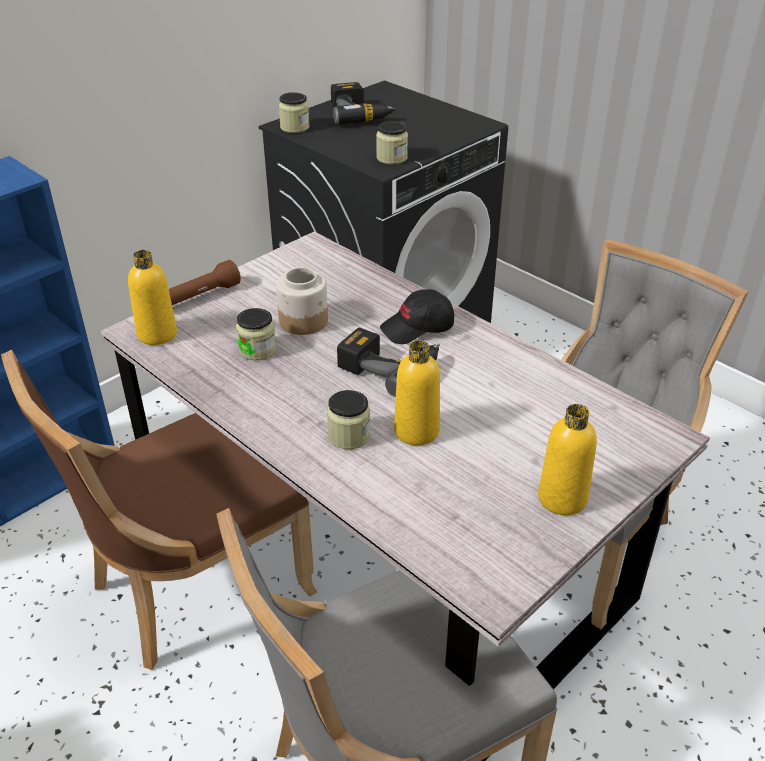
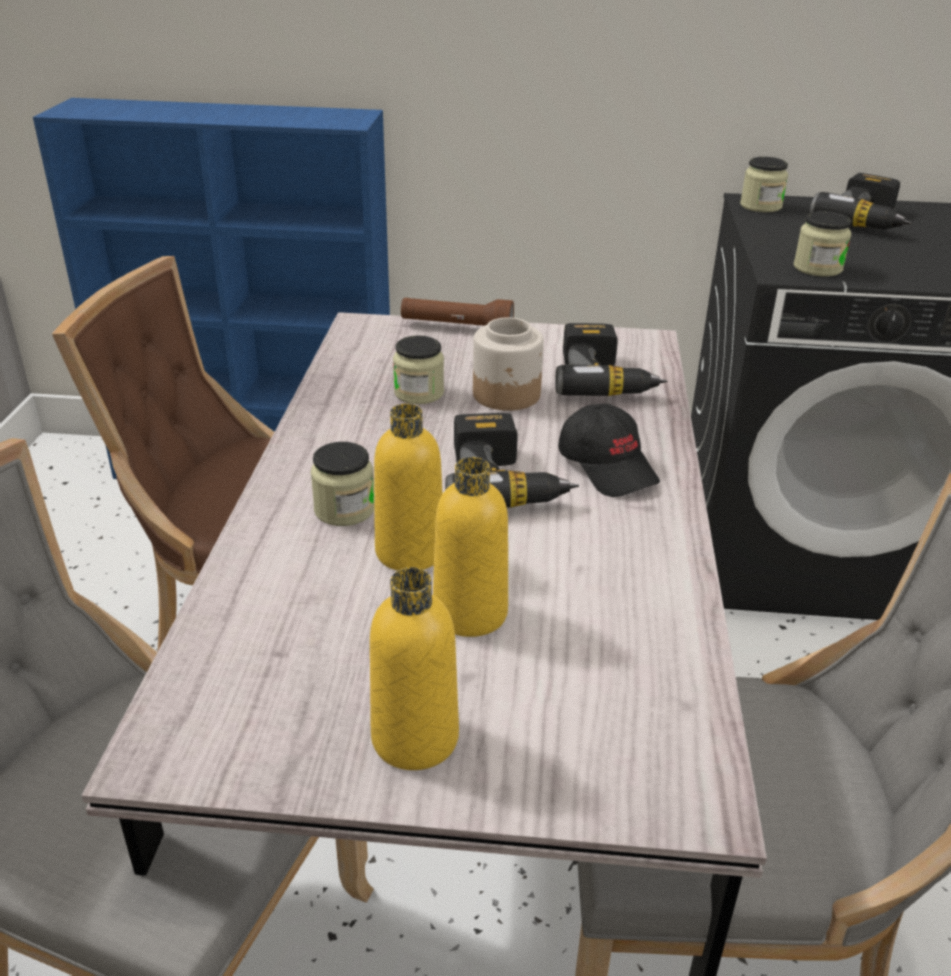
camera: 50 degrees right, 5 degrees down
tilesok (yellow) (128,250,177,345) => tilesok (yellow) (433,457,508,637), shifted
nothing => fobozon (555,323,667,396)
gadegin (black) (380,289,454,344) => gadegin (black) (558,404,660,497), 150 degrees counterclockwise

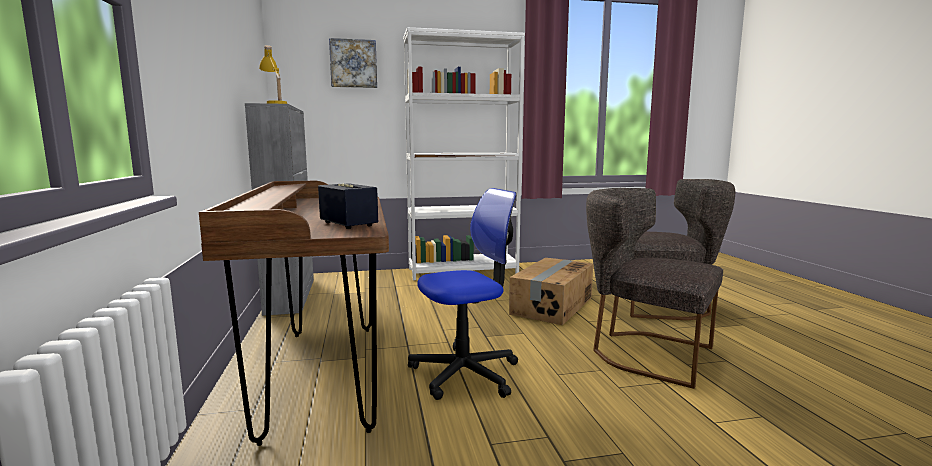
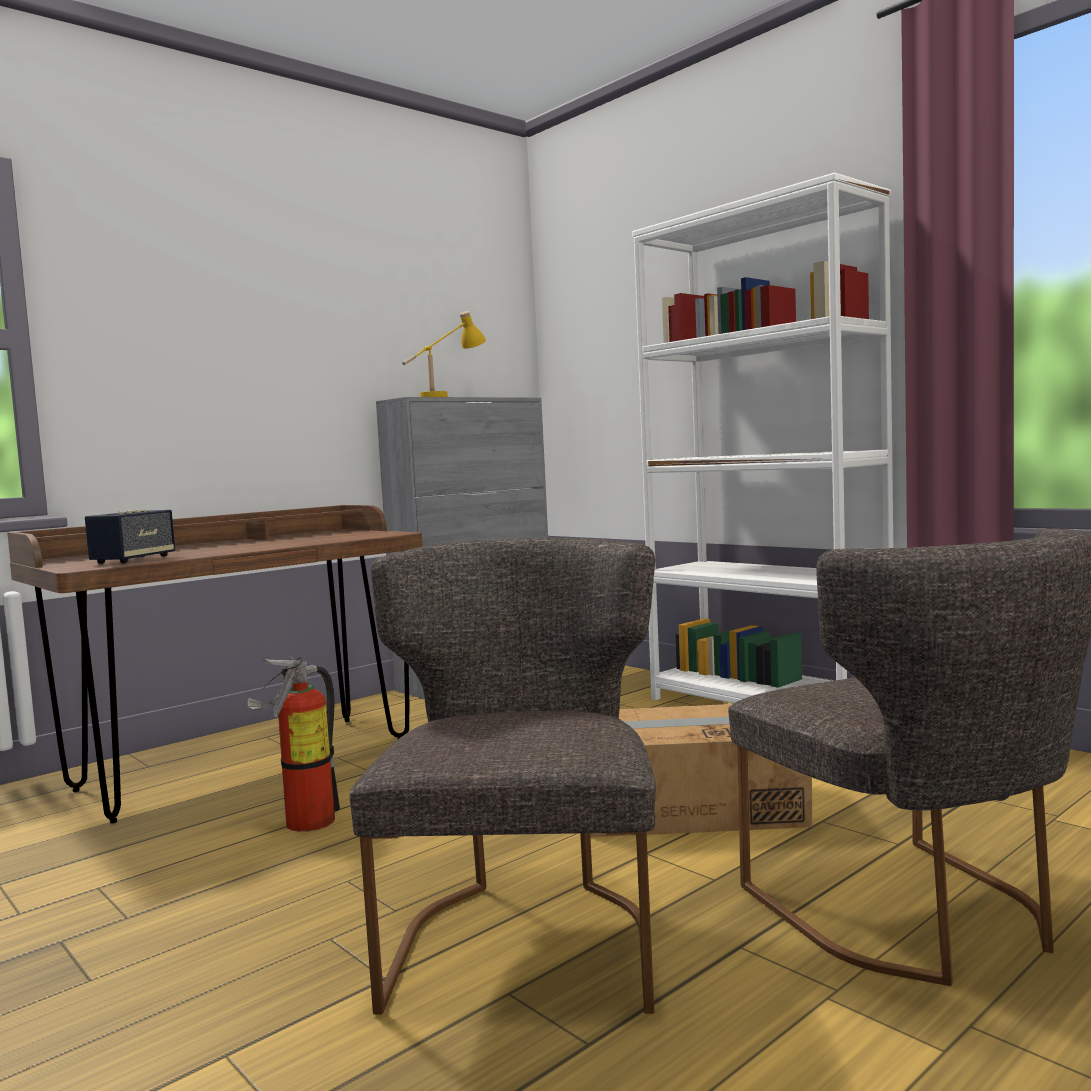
camera: 60 degrees right, 5 degrees down
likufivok (408,188,518,400) => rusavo (248,657,340,832)
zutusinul (329,38,377,88) => nothing

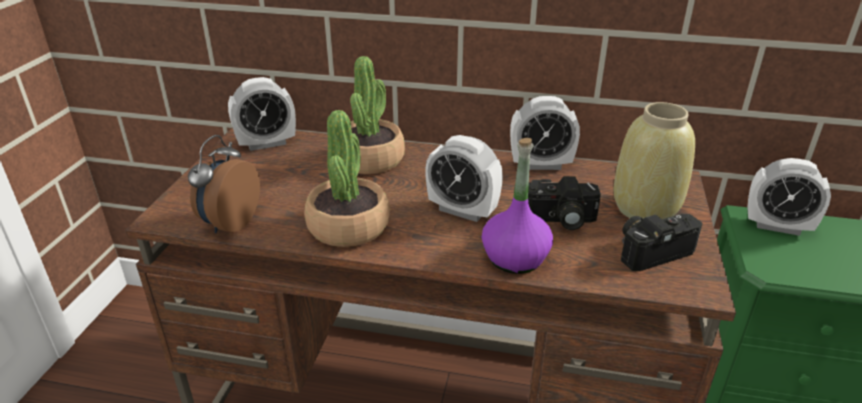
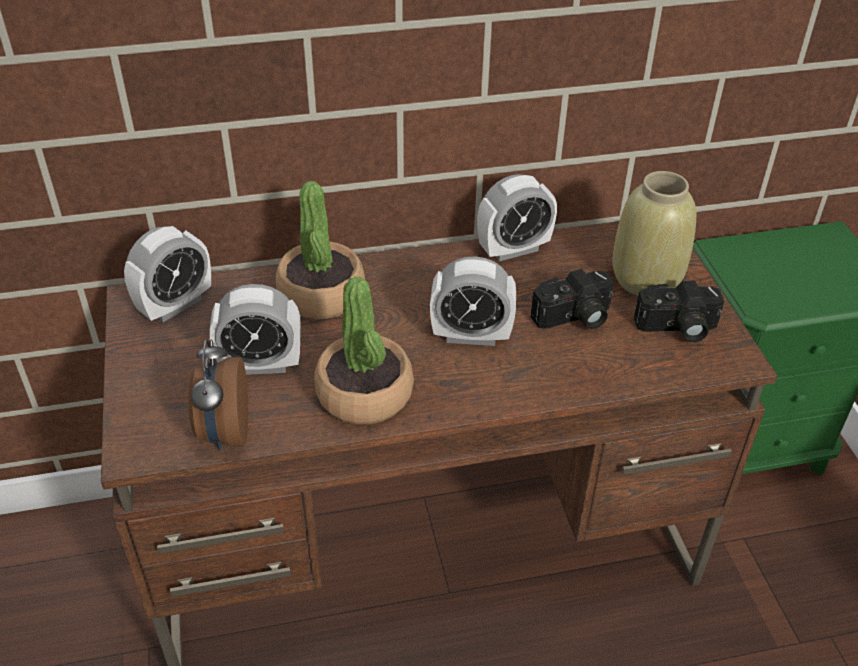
camera: 25 degrees left, 10 degrees up
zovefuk (747,158,831,236) => zovefuk (210,284,301,375), shifted
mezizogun (621,214,702,271) => mezizogun (634,281,724,342), 135 degrees counterclockwise
tilesok (purple) (482,138,553,274) => nothing

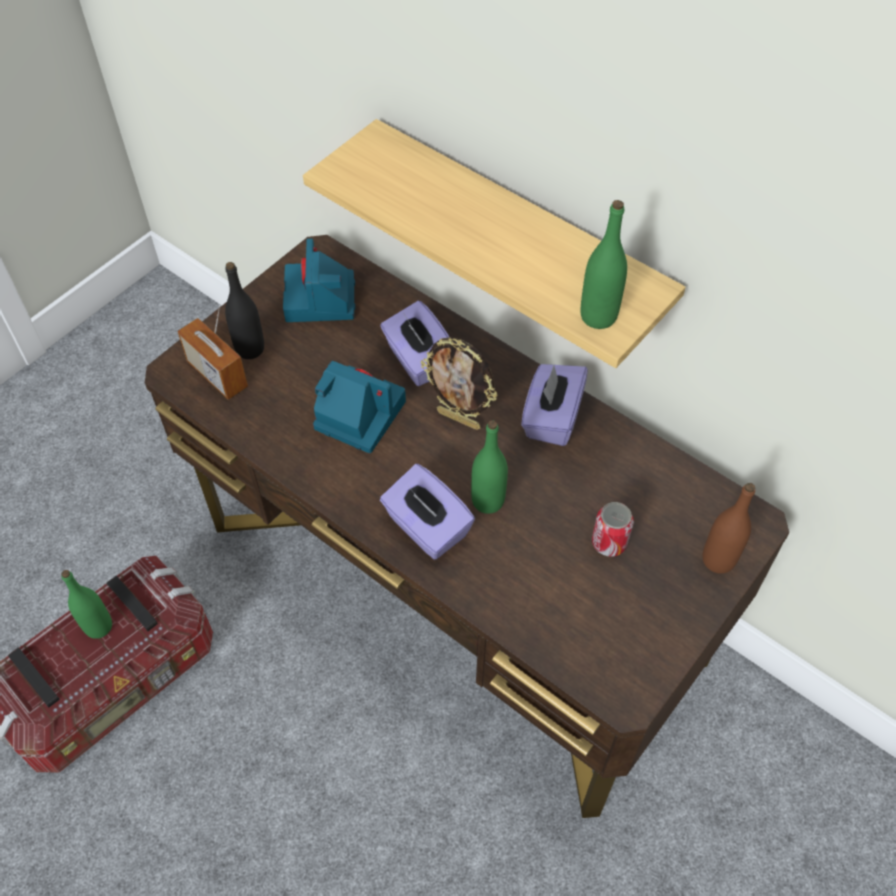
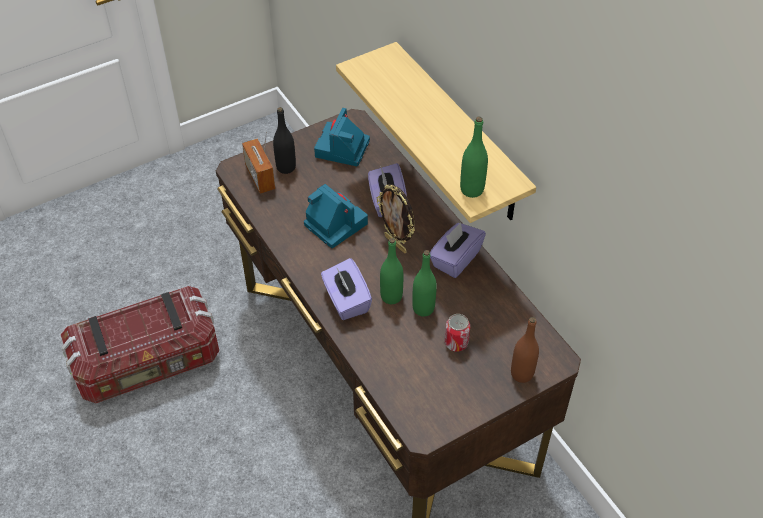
camera: 20 degrees right, 5 degrees down
tilesok (green) (61,570,112,639) => tilesok (green) (412,250,437,317), shifted

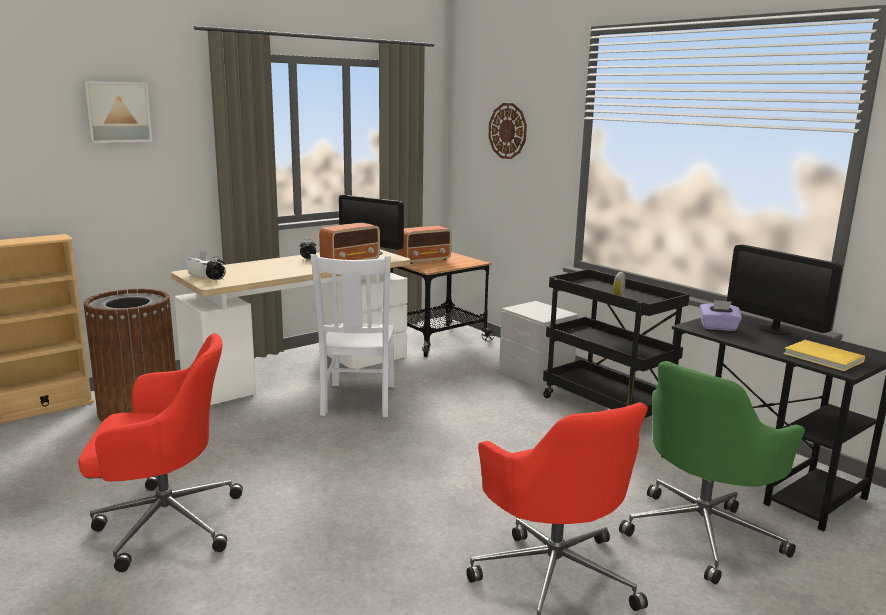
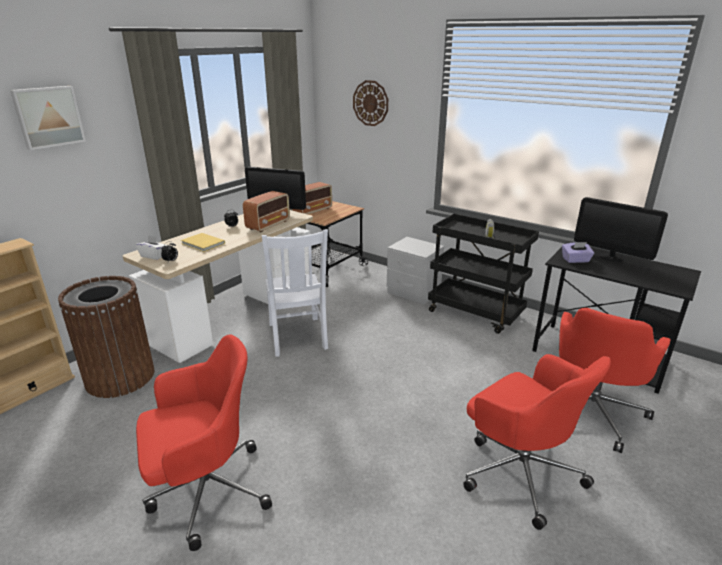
camera: 15 degrees left, 10 degrees up
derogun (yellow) (783,340,865,371) => derogun (yellow) (181,233,225,252), shifted
likufivok (green) (619,361,805,584) => likufivok (red) (559,308,671,453)

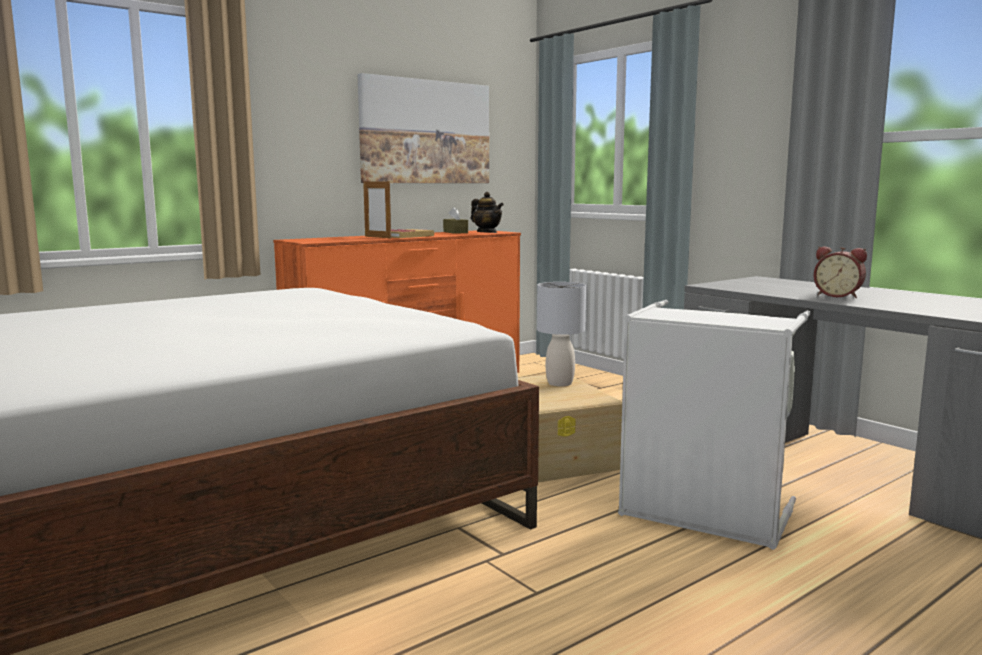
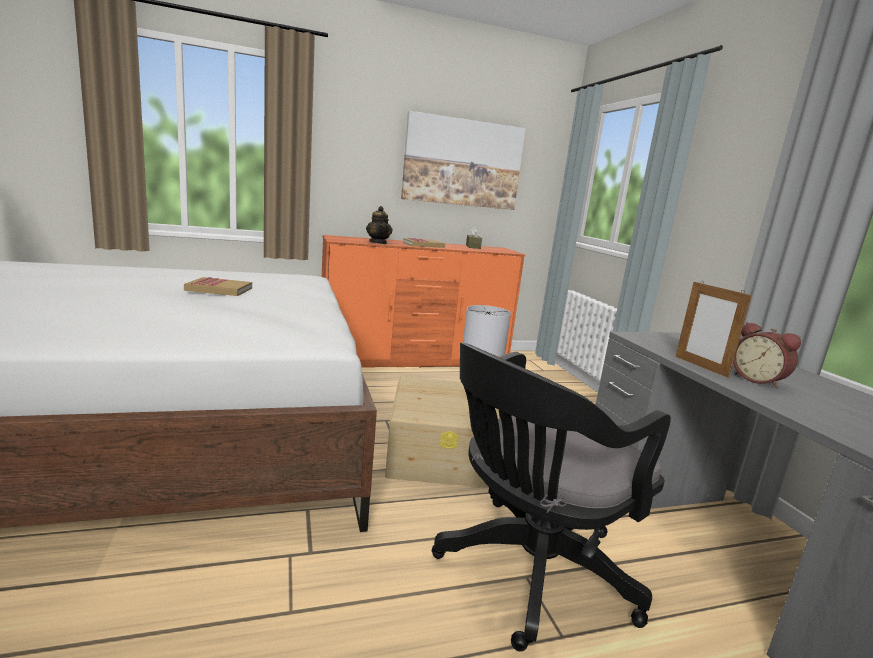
camera: 20 degrees right, 5 degrees up
nothing => derogun (184,277,252,296)
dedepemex (471,192,504,233) => dedepemex (366,206,393,244), shifted
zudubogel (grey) (618,300,811,550) => likufivok (black) (432,343,671,651)
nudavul (363,179,391,239) => nudavul (675,281,752,378), shifted

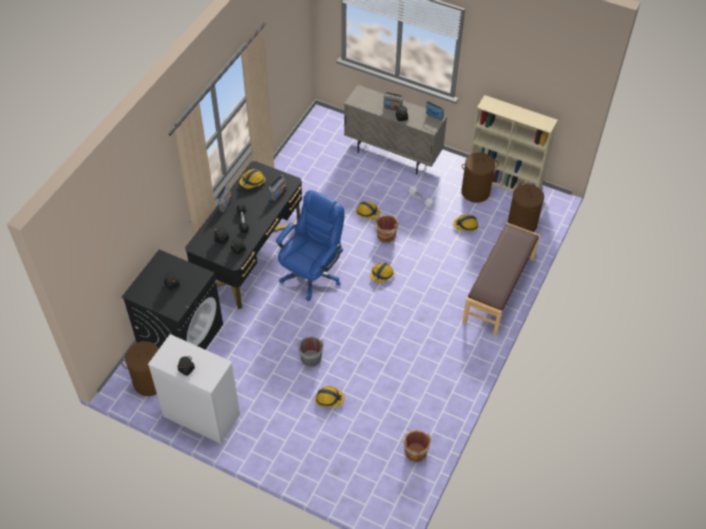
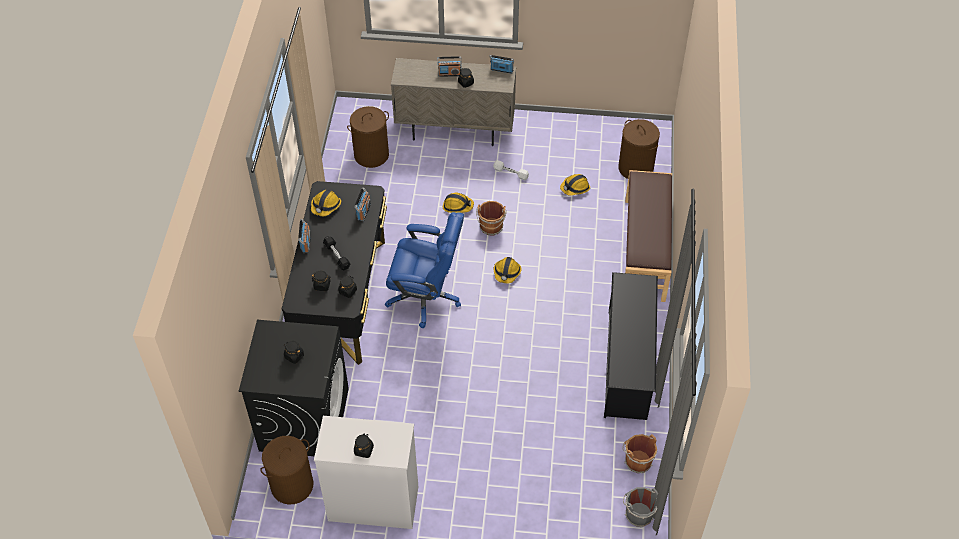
camera: 20 degrees left, 0 degrees up
zudubogel (brown) (461,152,498,203) => zudubogel (brown) (347,106,389,168), shifted
likufivok (blue) (276,190,344,301) => likufivok (blue) (385,212,464,328), 90 degrees clockwise
nothing => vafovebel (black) (604,272,658,420)
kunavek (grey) (297,337,324,367) => kunavek (grey) (623,487,658,527), shifted
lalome (315,386,345,408) => nothing
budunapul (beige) (470,95,558,192) => nothing

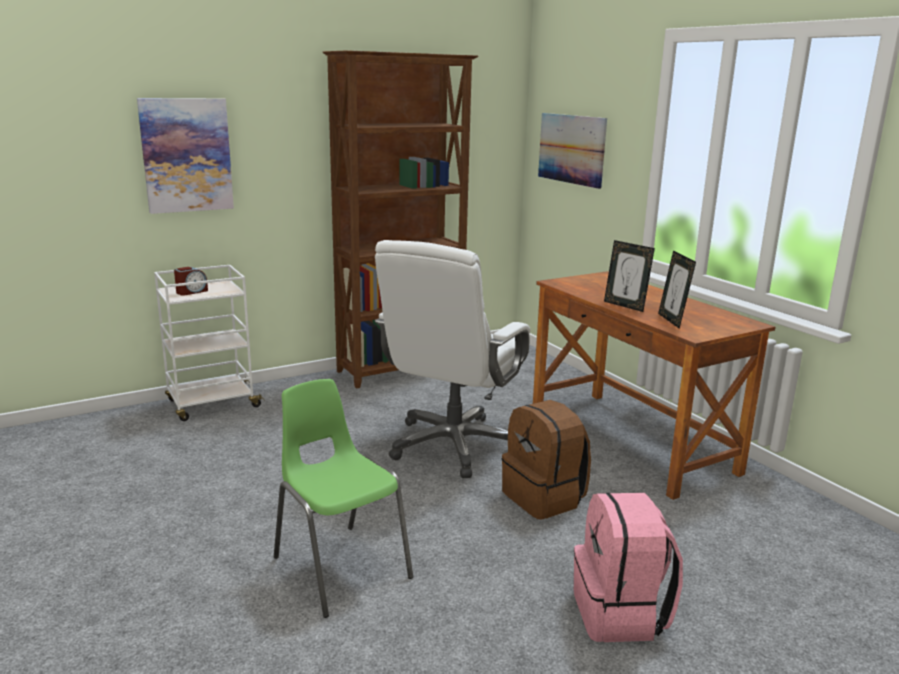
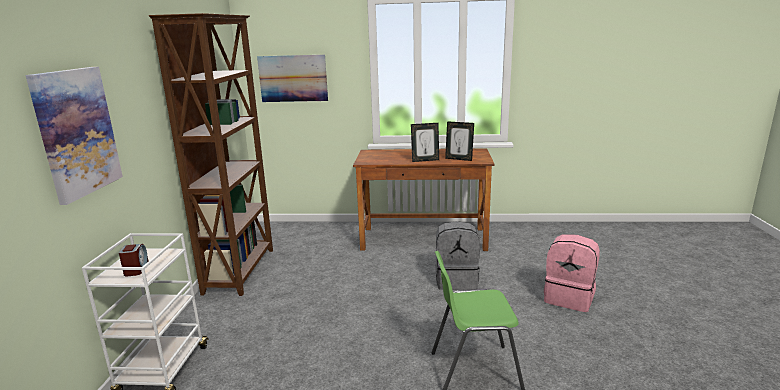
camera: 55 degrees left, 0 degrees up
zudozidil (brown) (502,400,591,520) => zudozidil (grey) (435,221,480,290)
likufivok (white) (375,240,530,478) => nothing

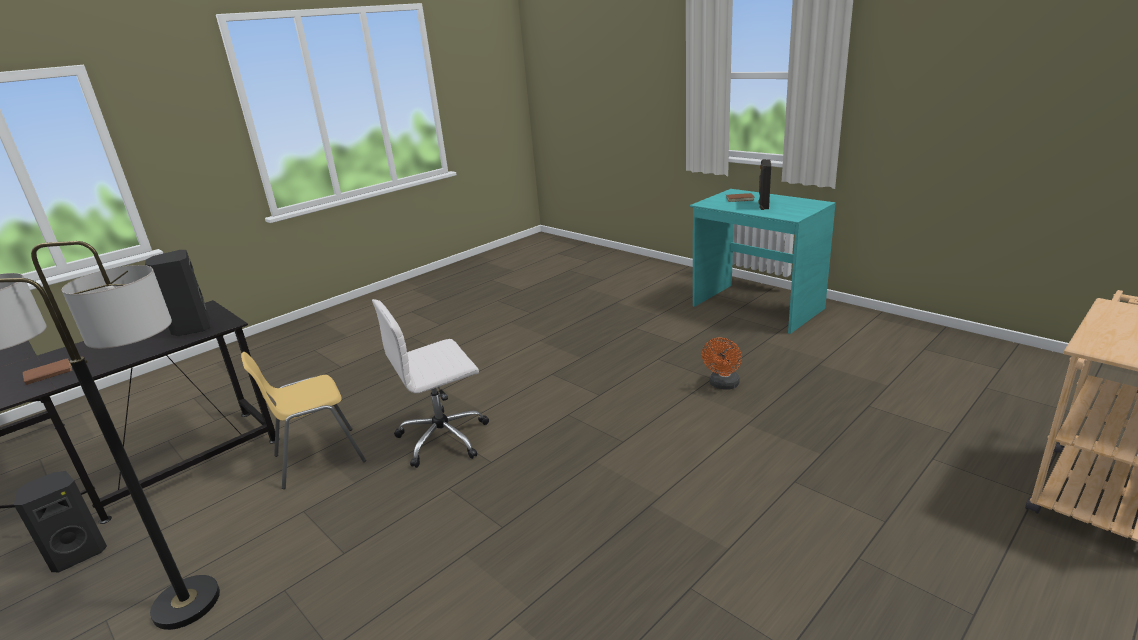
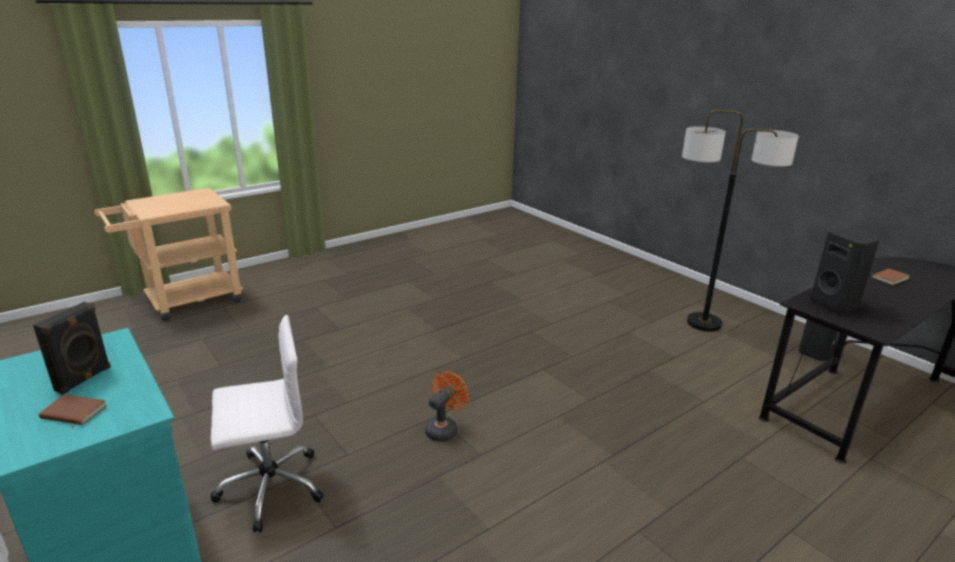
camera: 175 degrees left, 0 degrees up
likufivok (white) (372,299,489,468) => likufivok (white) (210,315,323,532), shifted
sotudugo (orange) (702,338,742,390) => sotudugo (orange) (425,371,469,442), shifted
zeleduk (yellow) (241,352,366,489) => nothing

